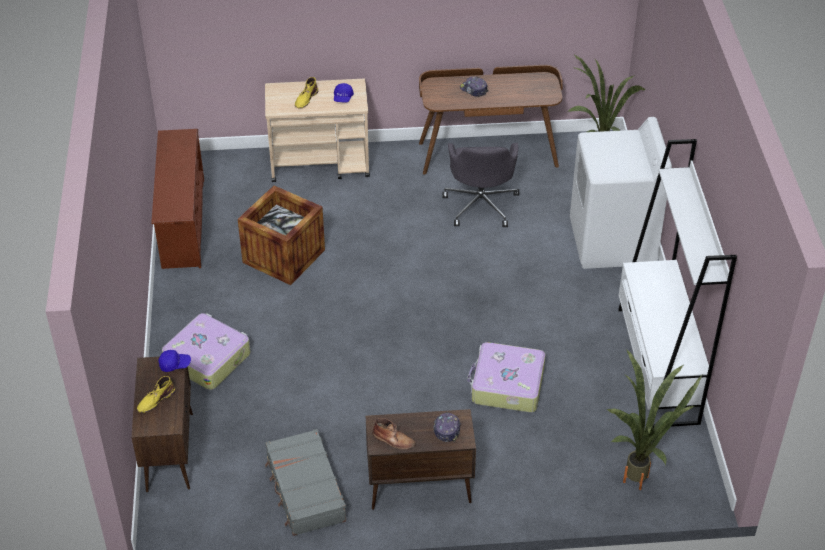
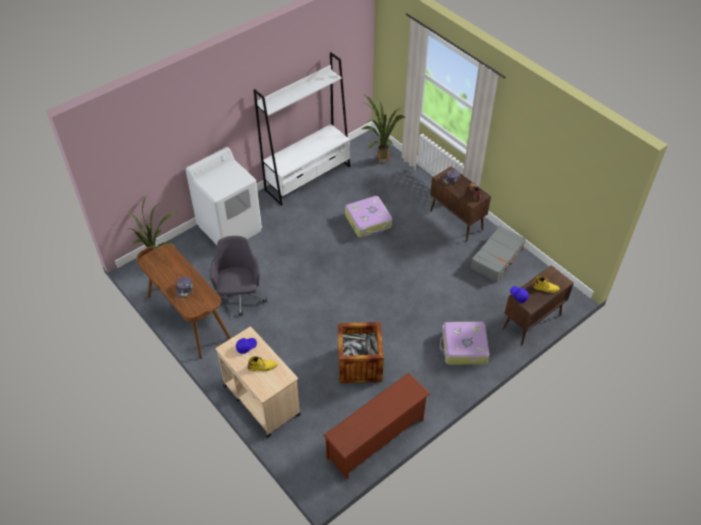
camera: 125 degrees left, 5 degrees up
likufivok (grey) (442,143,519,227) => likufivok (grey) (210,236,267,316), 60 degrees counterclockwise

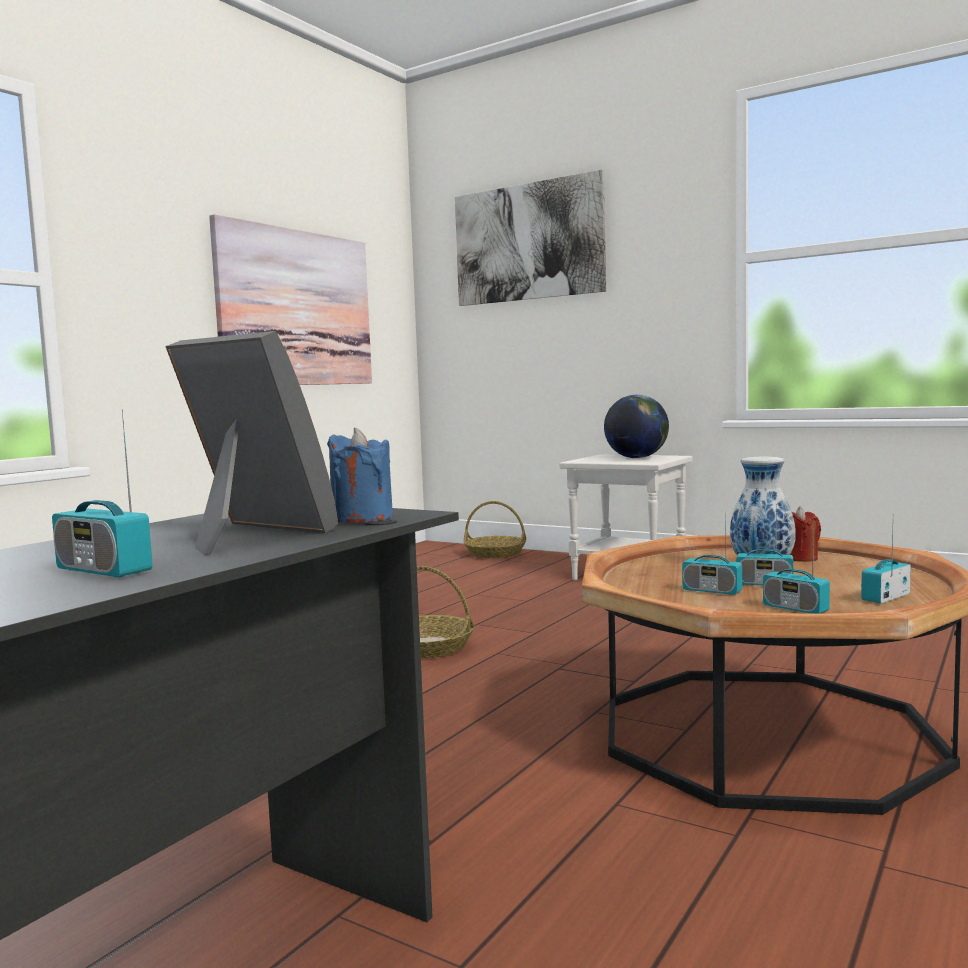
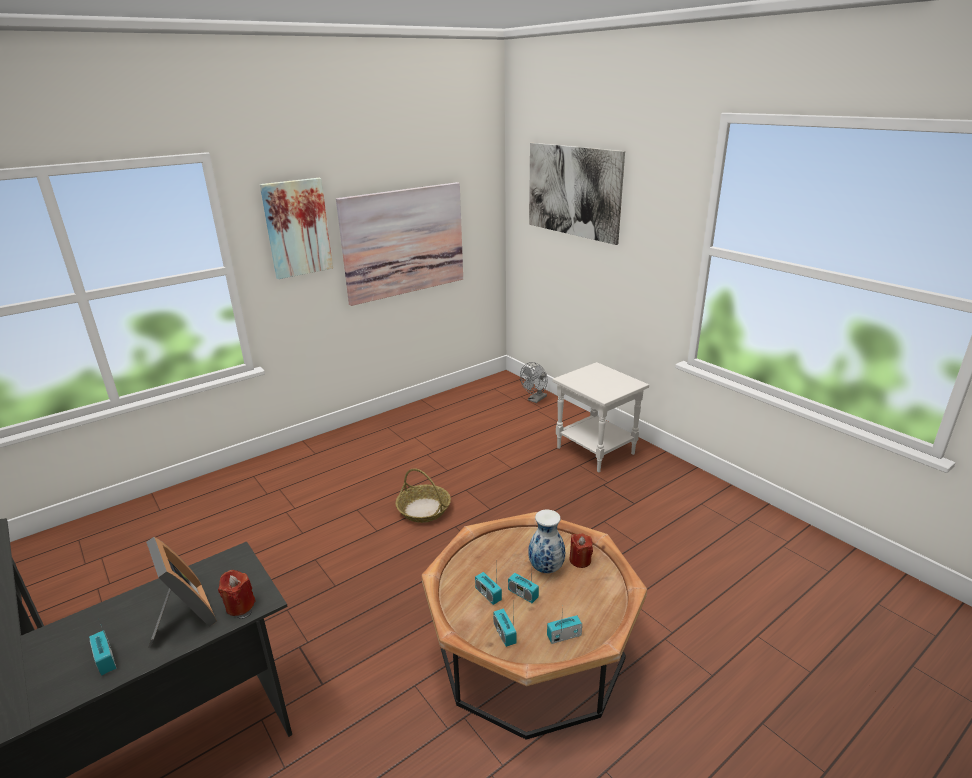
camera: 20 degrees right, 20 degrees up
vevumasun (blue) (327,428,393,523) => vevumasun (red) (218,570,256,616)
nothing => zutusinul (260,178,333,279)
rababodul (464,501,526,558) => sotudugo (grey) (520,362,548,403)
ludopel (604,395,669,458) => nothing

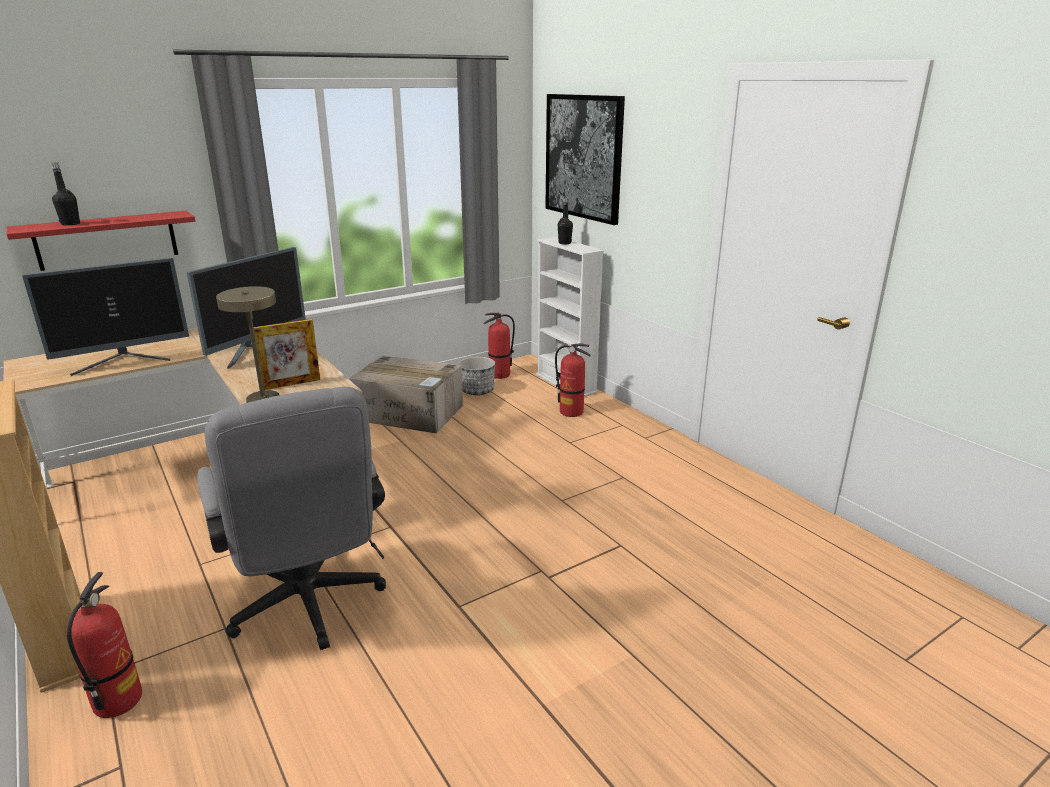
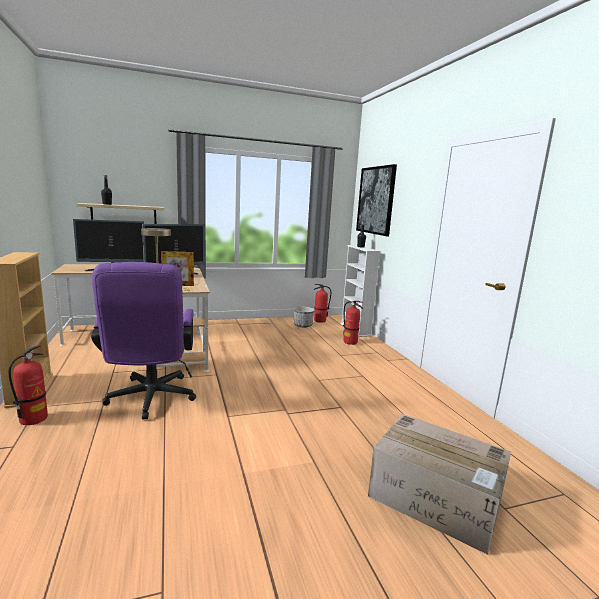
camera: 15 degrees right, 10 degrees down
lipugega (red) (6,211,195,271) => lipugega (beige) (76,203,164,224)
likufivok (grey) (197,386,386,650) => likufivok (purple) (91,262,196,420)
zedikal (349,355,463,434) => zedikal (368,414,511,555), shifted

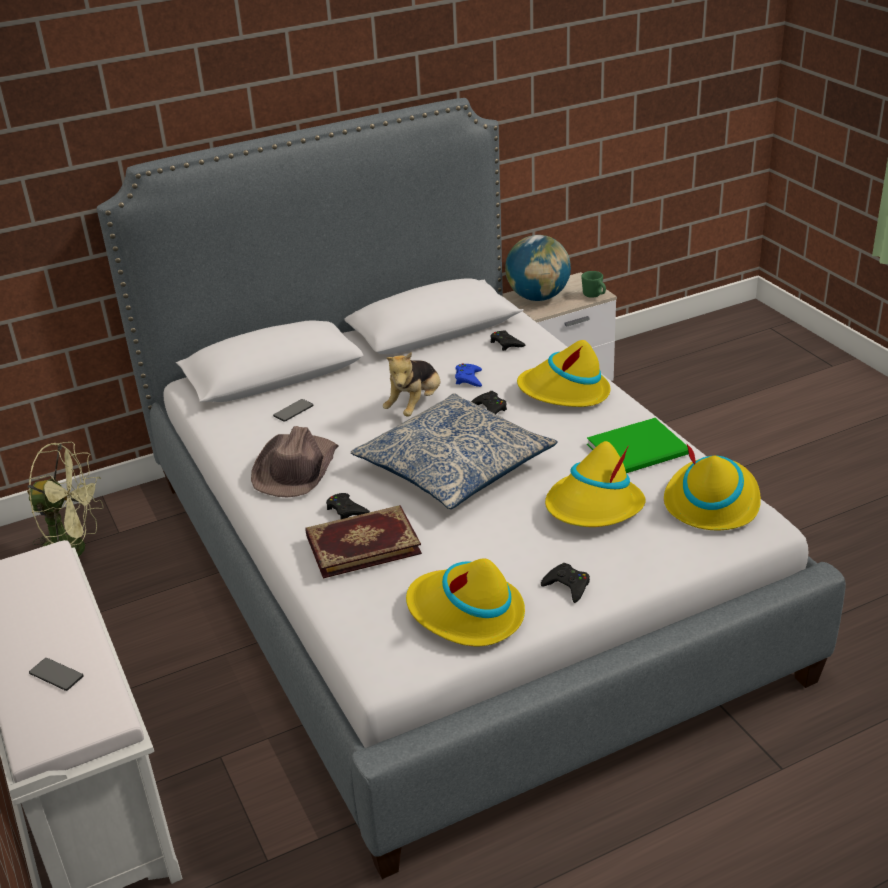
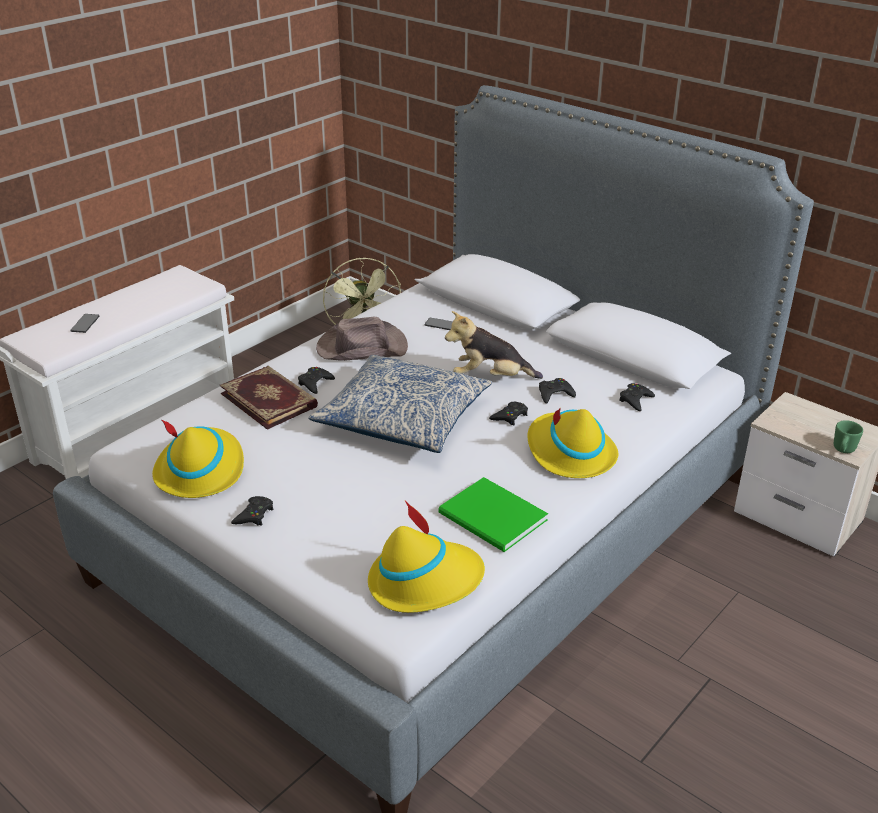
camera: 65 degrees right, 0 degrees up
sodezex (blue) (455,363,482,387) => sodezex (black) (539,378,576,404)
ludopel (505,235,571,301) => nothing
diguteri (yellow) (545,441,646,527) => nothing

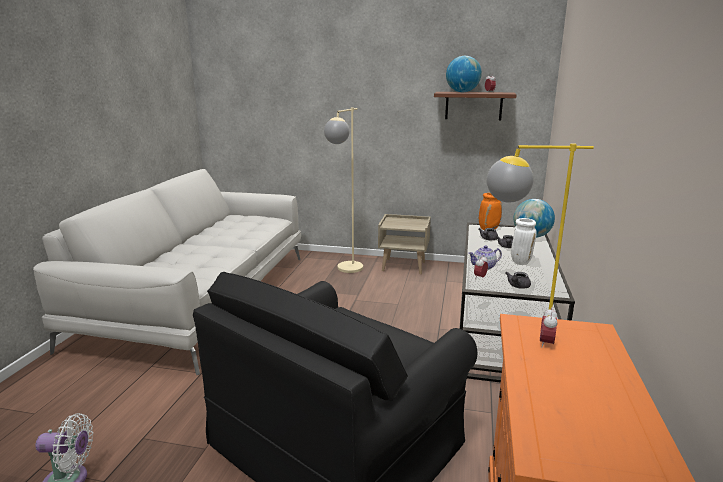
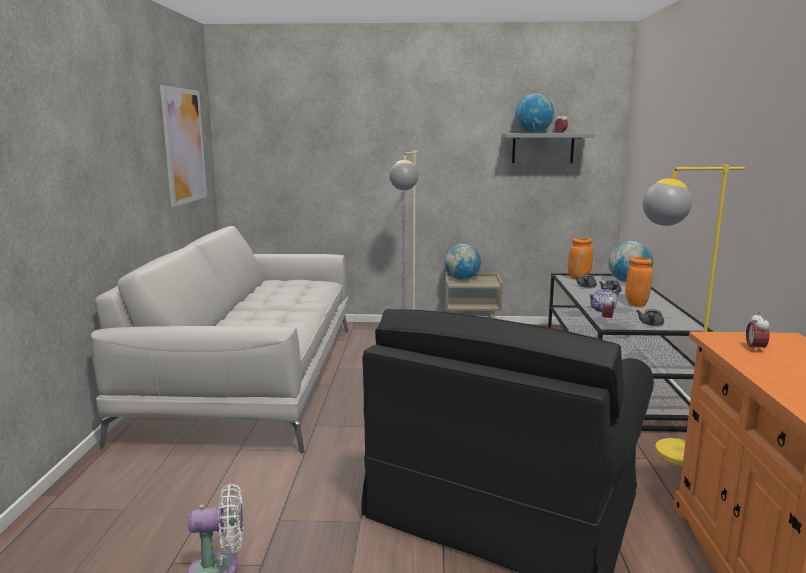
camera: 10 degrees left, 5 degrees down
nothing => zutusinul (160,85,207,207)
nothing => ludopel (445,244,481,280)
lipugega (brown) (434,92,517,120) => lipugega (grey) (502,133,595,163)
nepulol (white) (511,218,537,265) => nepulol (orange) (625,257,653,307)

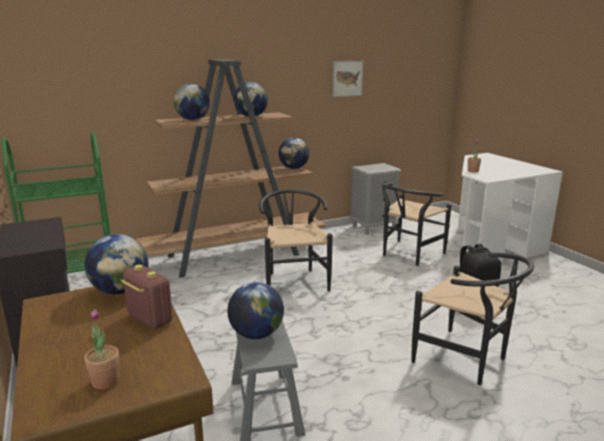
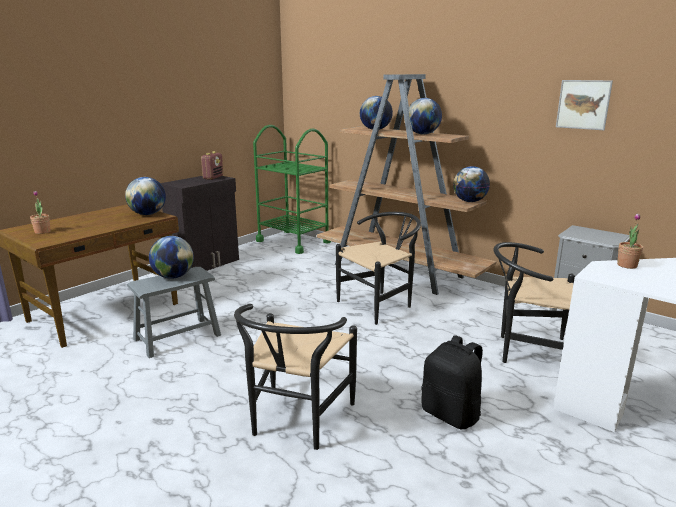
camera: 65 degrees right, 0 degrees up
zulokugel (120,265,173,329) => zulokugel (201,151,223,180), shifted

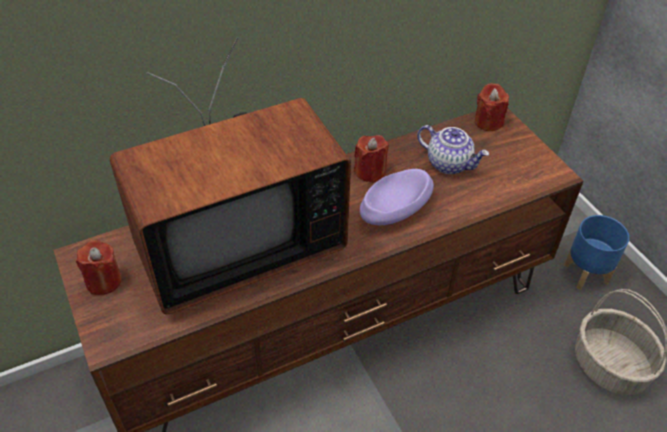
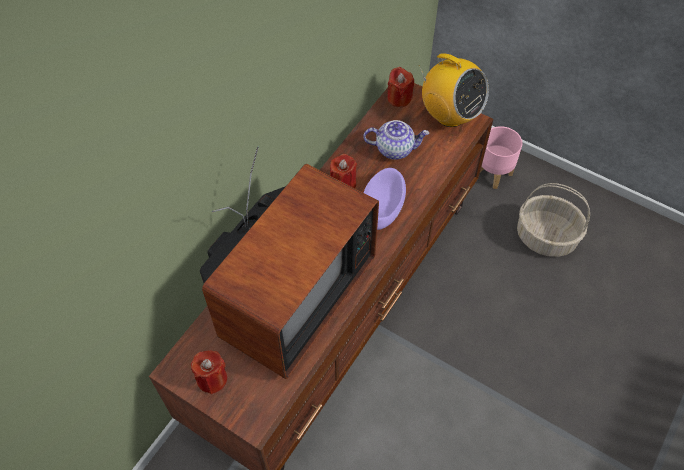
camera: 30 degrees left, 10 degrees up
nothing => zulokugel (419,53,489,127)
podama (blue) (564,215,629,290) => podama (pink) (480,126,522,189)

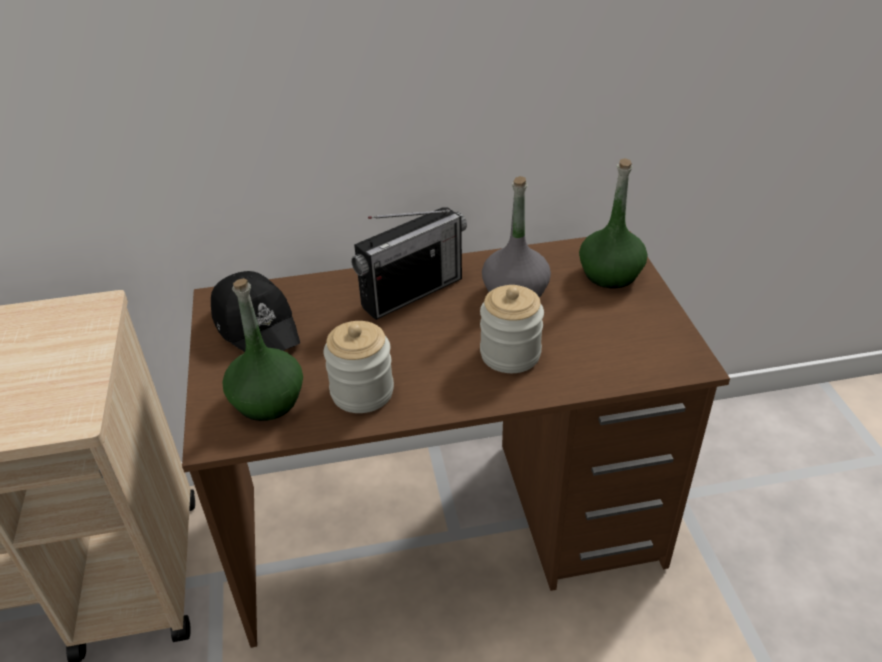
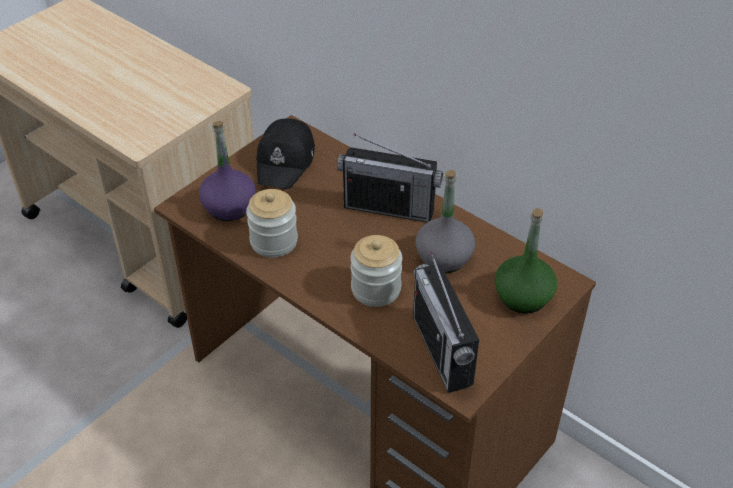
camera: 50 degrees right, 5 degrees up
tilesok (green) (223,278,303,421) => tilesok (purple) (199,121,256,221)
nothing => zulokugel (413,252,479,393)

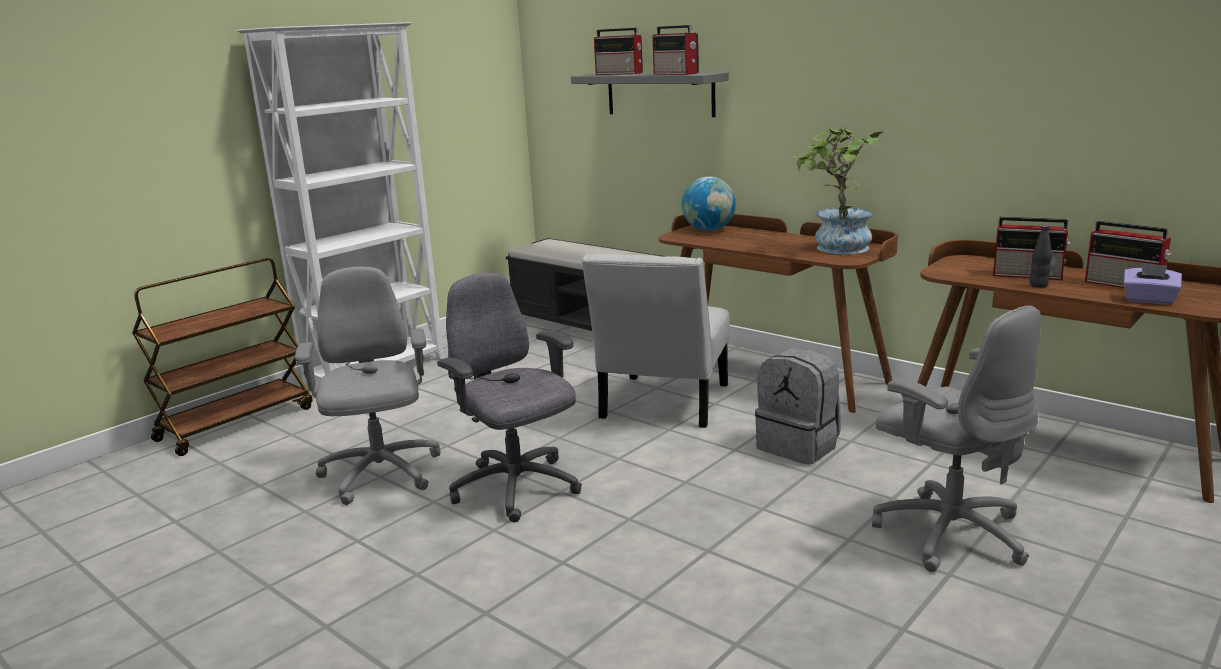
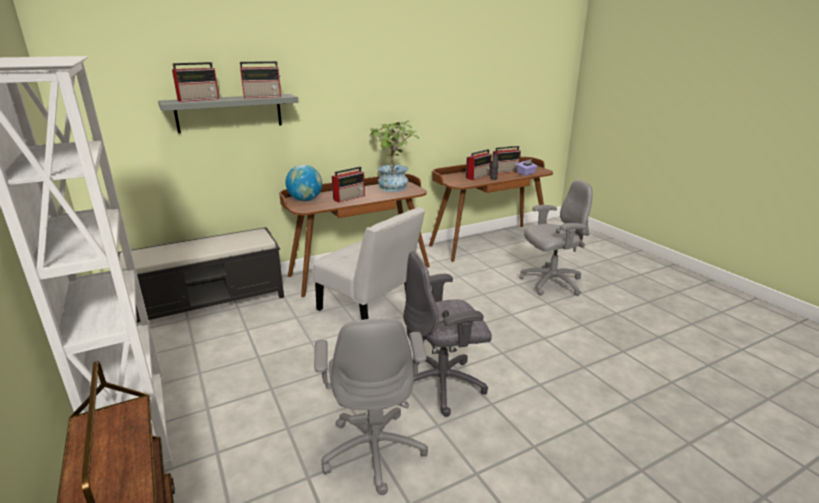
camera: 70 degrees left, 5 degrees up
likufivok (grey) (295,267,441,505) => likufivok (grey) (314,318,428,495), 105 degrees counterclockwise
nothing => zulokugel (332,167,365,203)
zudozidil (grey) (755,348,841,465) => nothing

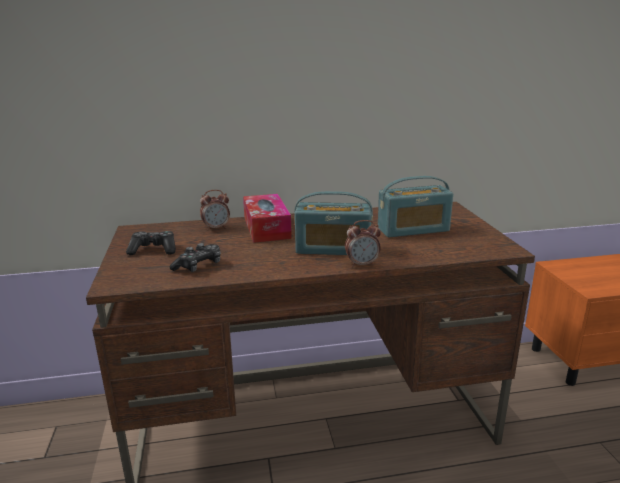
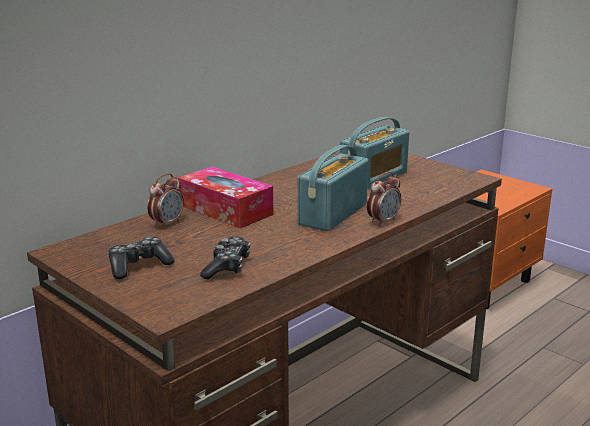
camera: 35 degrees left, 0 degrees up
zulokugel (294,191,373,255) => zulokugel (297,145,368,231), 150 degrees clockwise

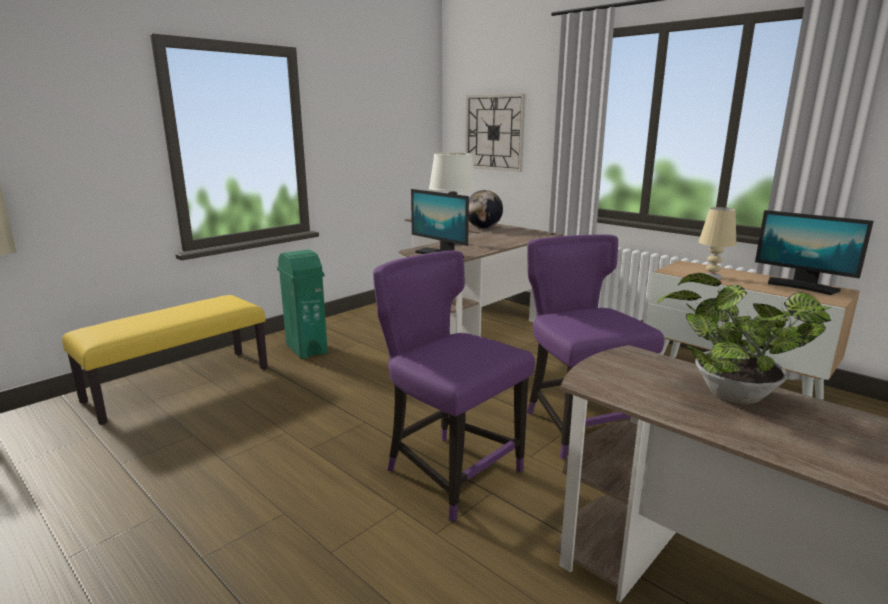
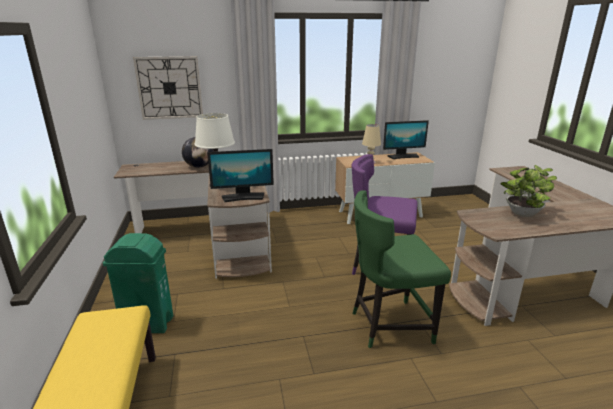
camera: 55 degrees left, 5 degrees up
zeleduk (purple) (373,251,535,522) => zeleduk (green) (353,190,451,348)

